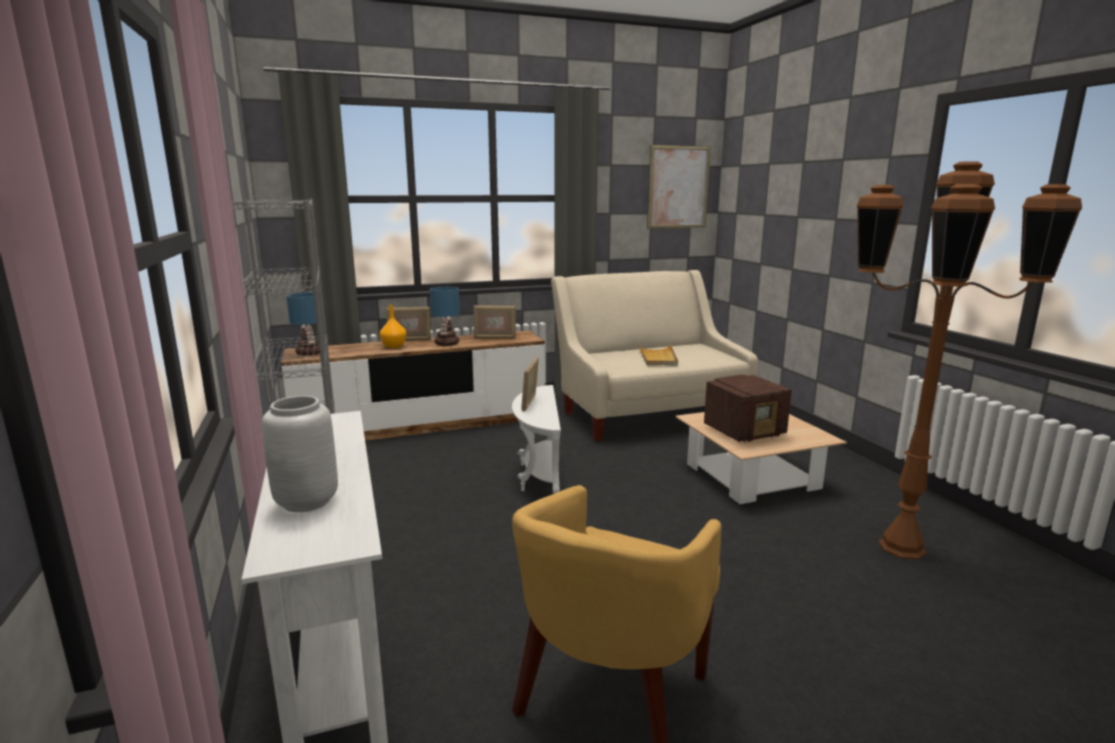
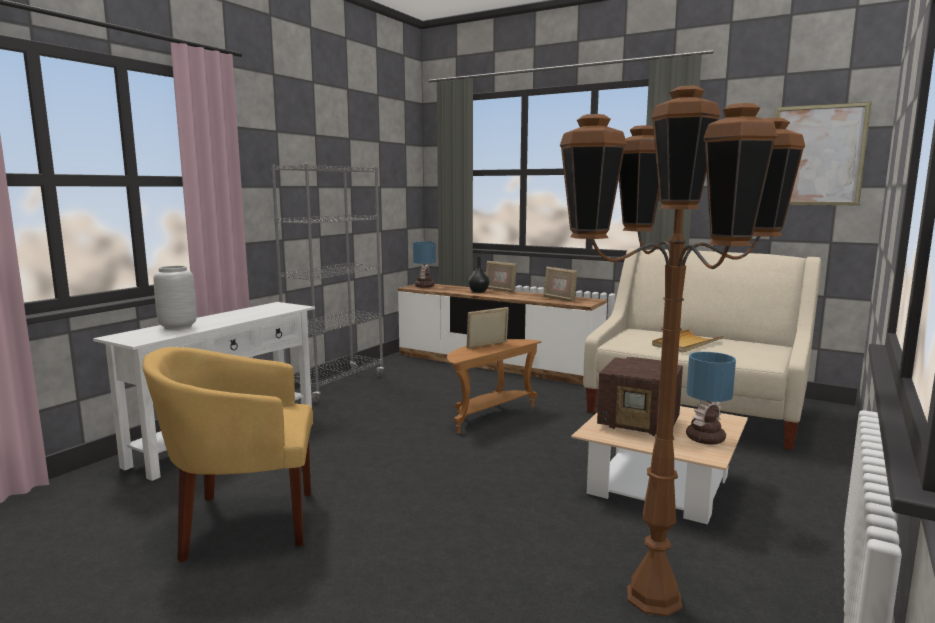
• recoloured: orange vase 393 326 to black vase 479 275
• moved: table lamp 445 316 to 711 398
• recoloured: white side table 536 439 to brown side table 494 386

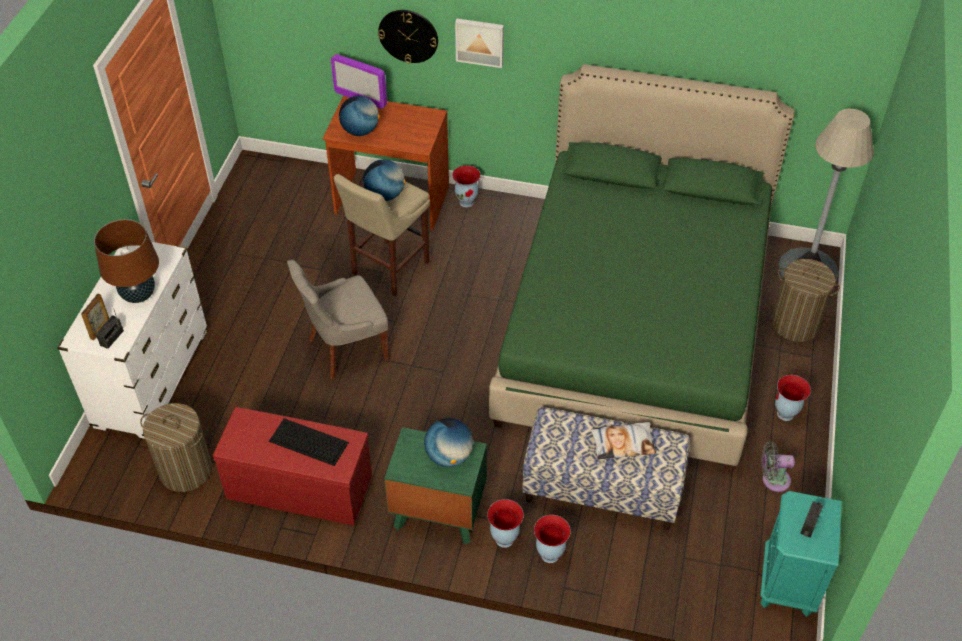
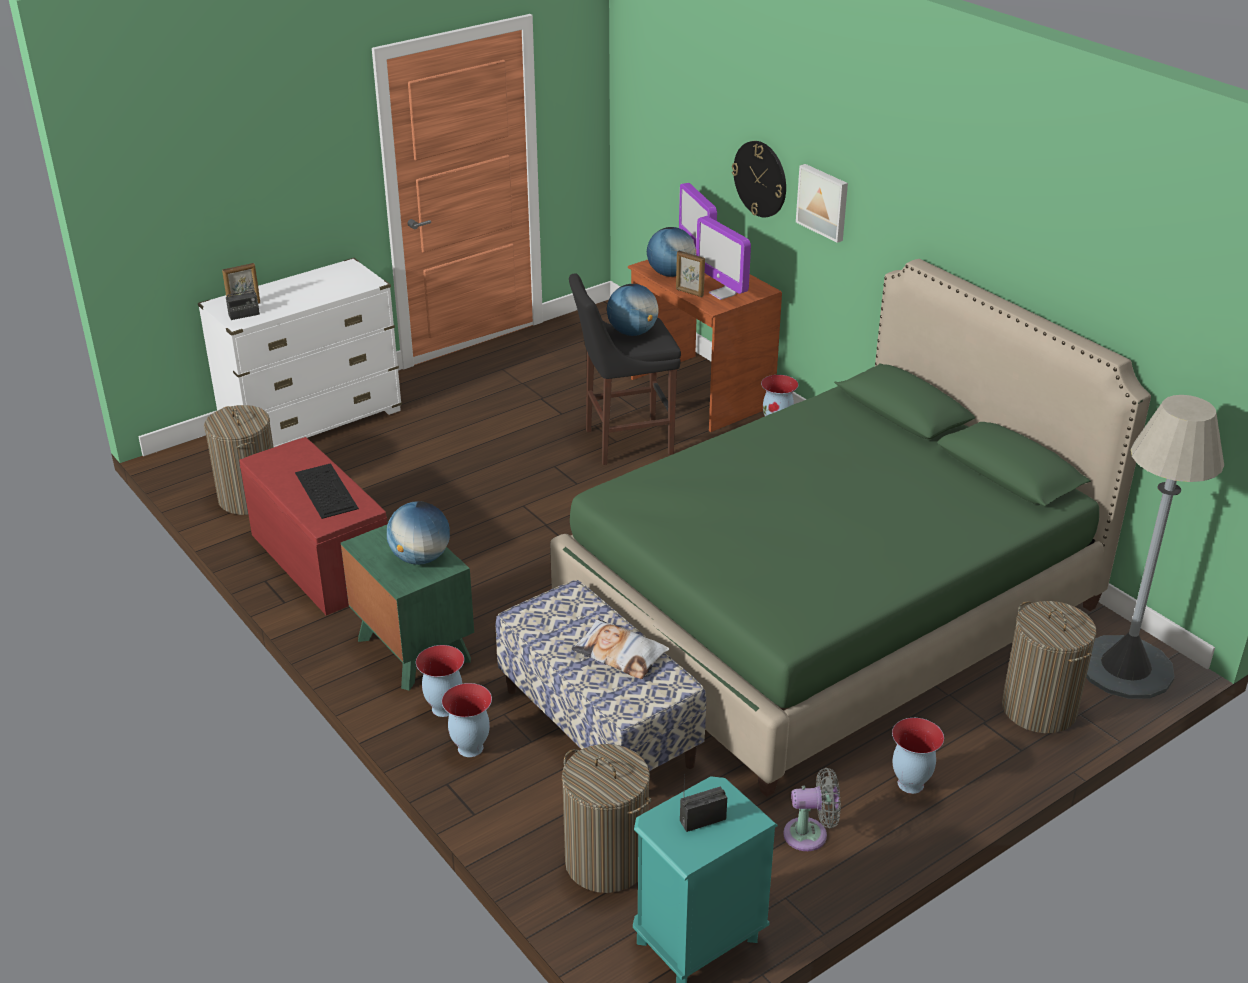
• removed: brown table lamp 126 261
• removed: grey chair 338 319
• recoloured: beige stool 382 235 to black stool 625 369
• turned: grey fan 778 467 = 811 809 135 degrees clockwise
• added: laundry basket 606 818
• added: picture frame 690 274
• added: monitor 723 258

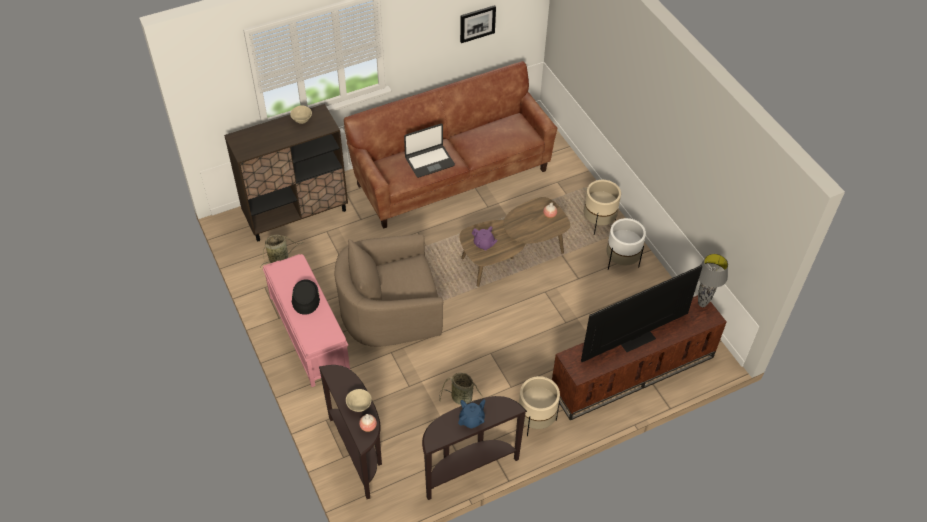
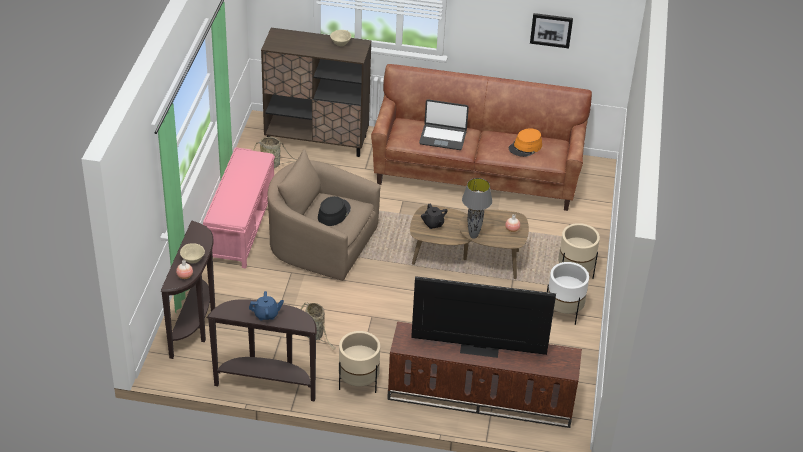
• moved: black hat 306 297 to 334 211
• recoloured: purple teapot 485 238 to black teapot 434 216
• moved: grey table lamp 713 280 to 477 208
• added: orange hat 525 142

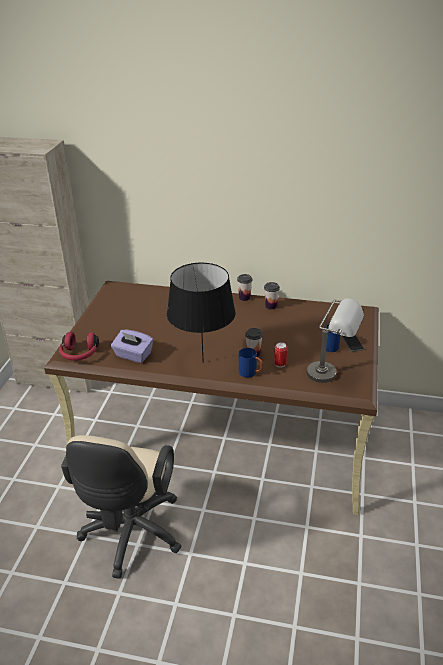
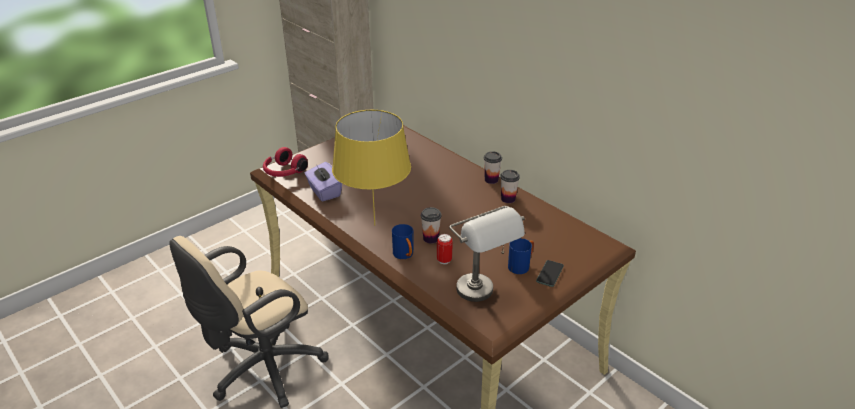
• recoloured: black table lamp 201 313 to yellow table lamp 371 167

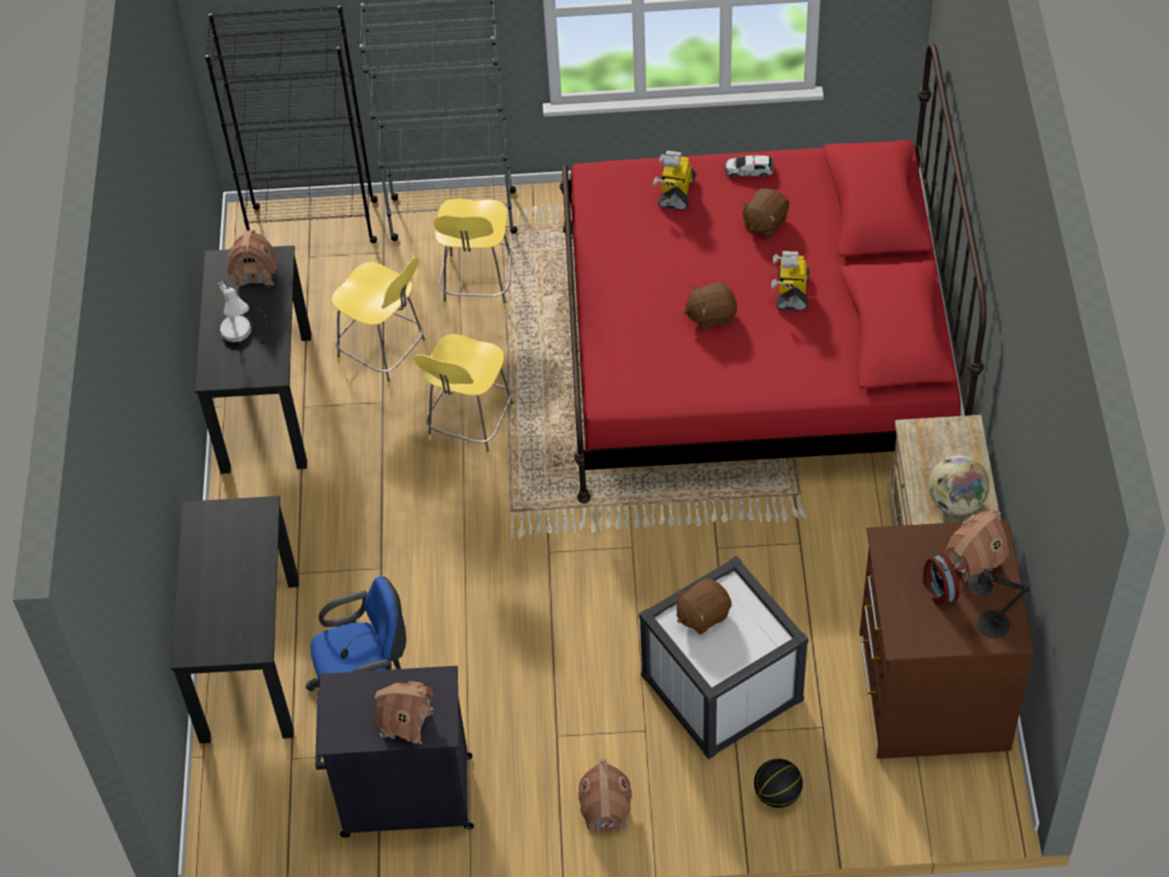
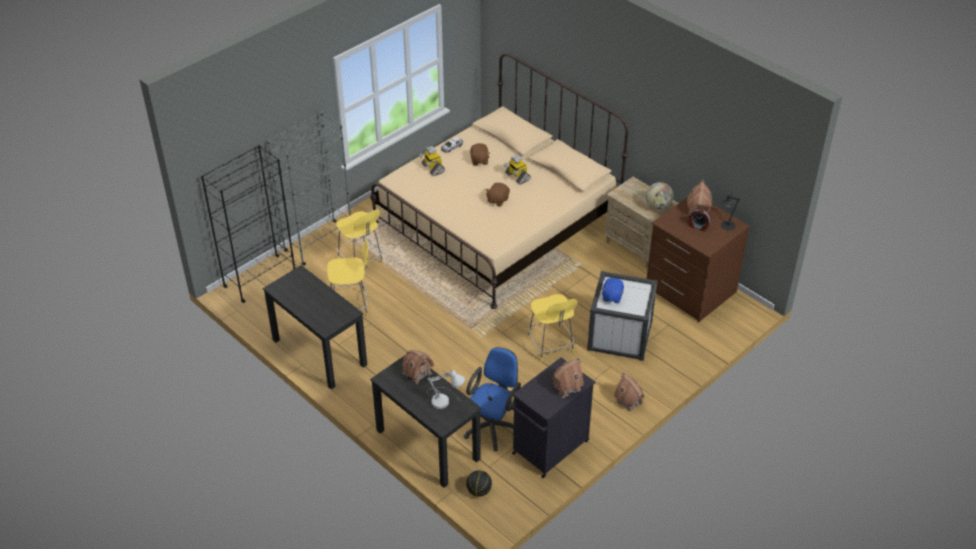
• moved: white table lamp 242 313 to 446 389
• moved: toy house 252 259 to 418 367
• moved: yellow stool 464 396 to 552 328
• recoloured: red bed 773 273 to beige bed 499 181
• recoloured: brown plush toy 704 606 to blue plush toy 613 290
• moved: basketball 778 783 to 479 483

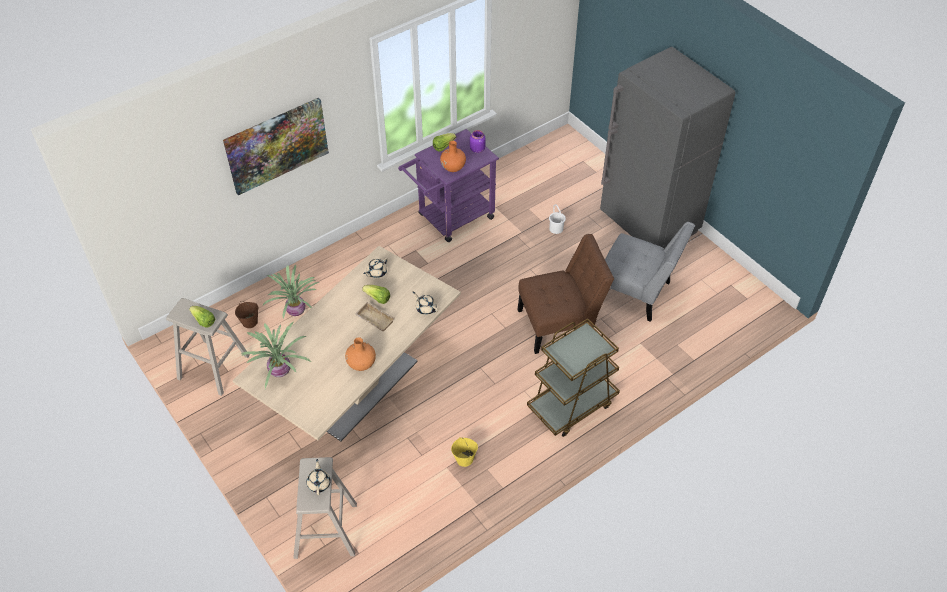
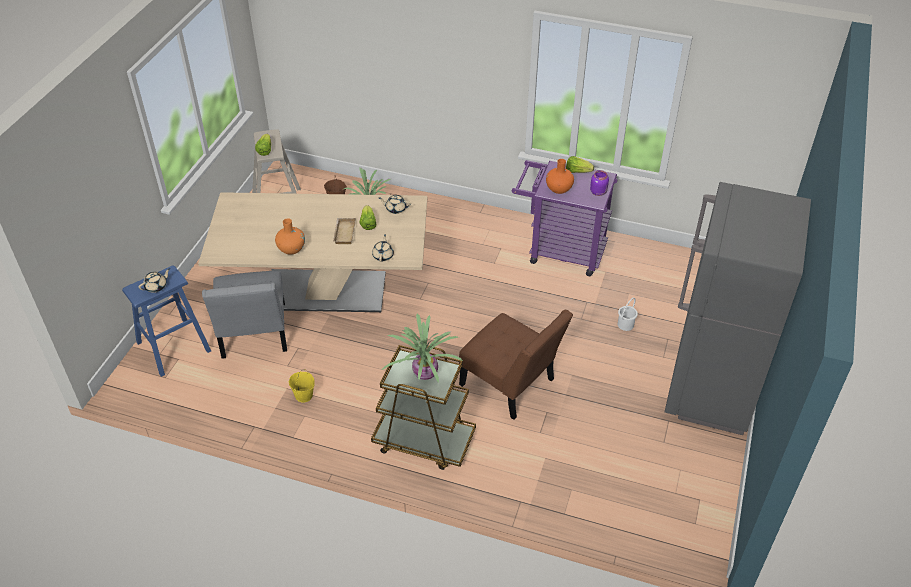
• removed: picture 276 146
• moved: potted plant 276 355 to 422 348
• recoloured: beige stool 325 508 to blue stool 166 321
• moved: grey chair 650 272 to 244 315

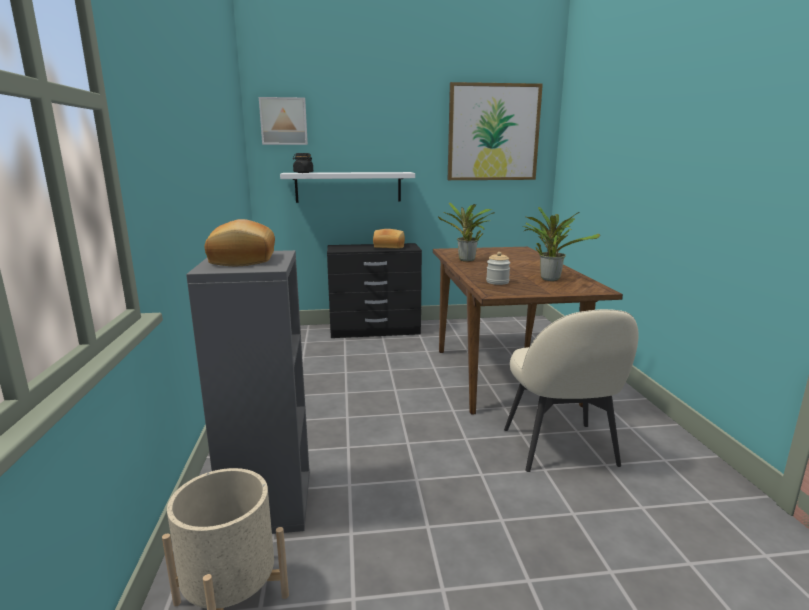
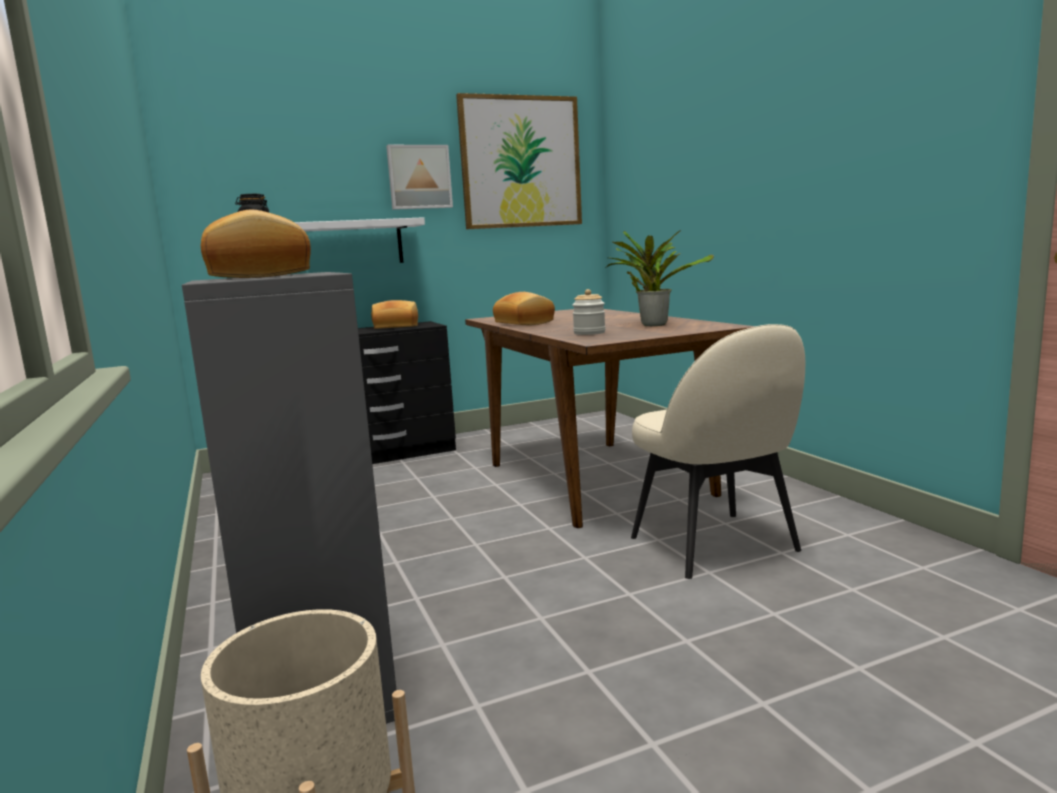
• moved: picture 283 121 to 419 177
• replaced: potted plant 466 232 to bread 524 308

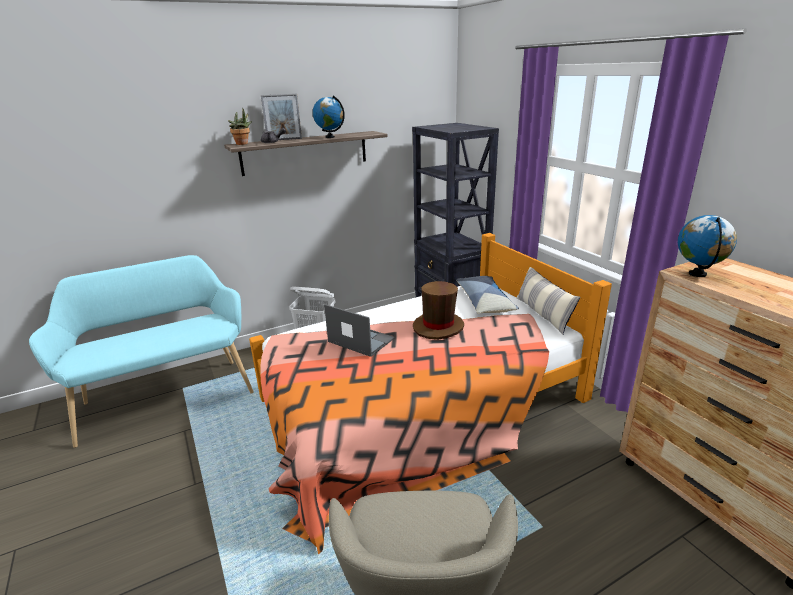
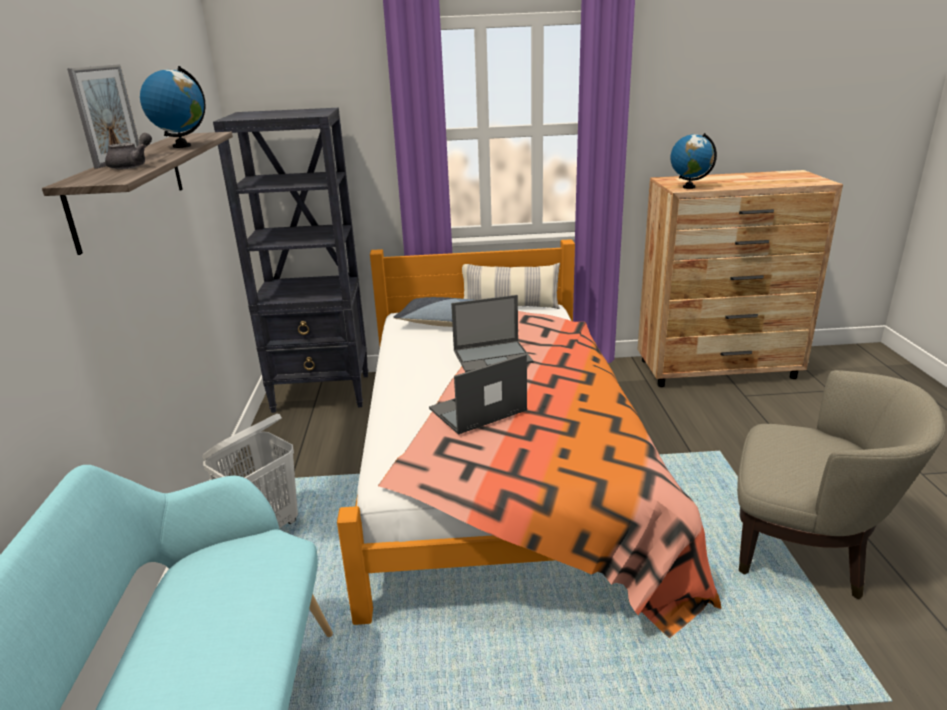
• removed: potted plant 240 126
• replaced: brown hat 438 310 to laptop 492 333

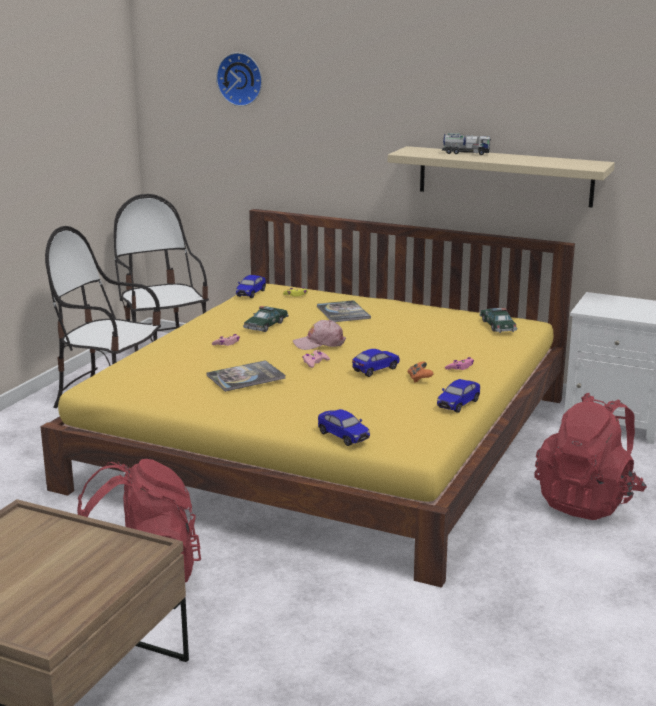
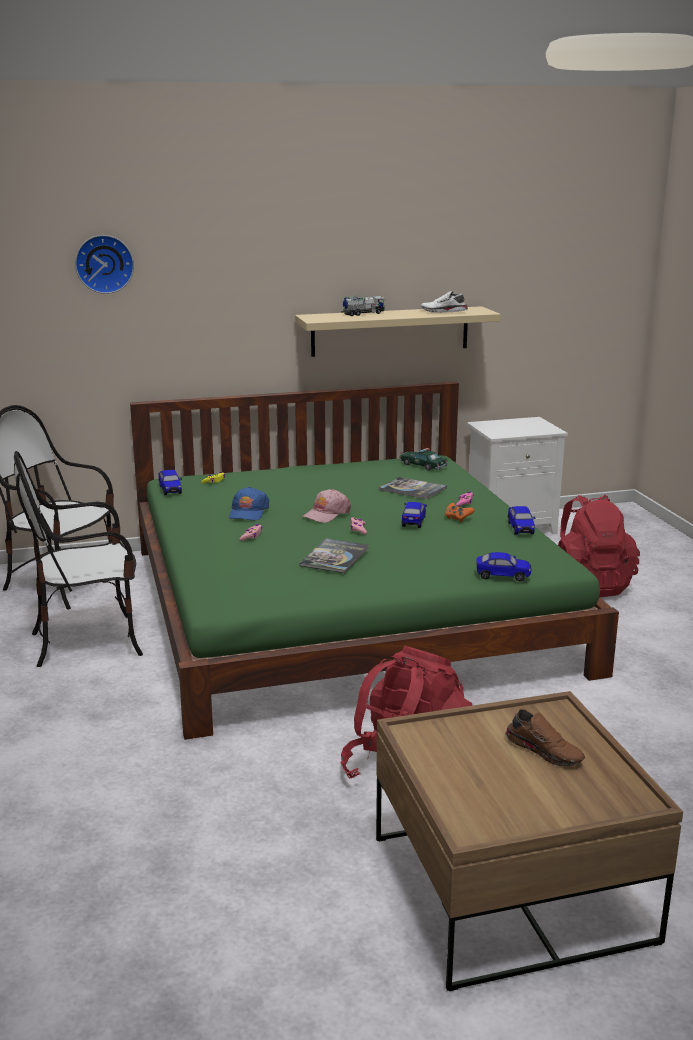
• recoloured: yellow bed 307 398 to green bed 374 561
• replaced: toy car 266 319 to blue cap 249 503
• moved: book 344 311 to 413 488
• added: white shoe 444 302
• added: brown shoe 545 738

